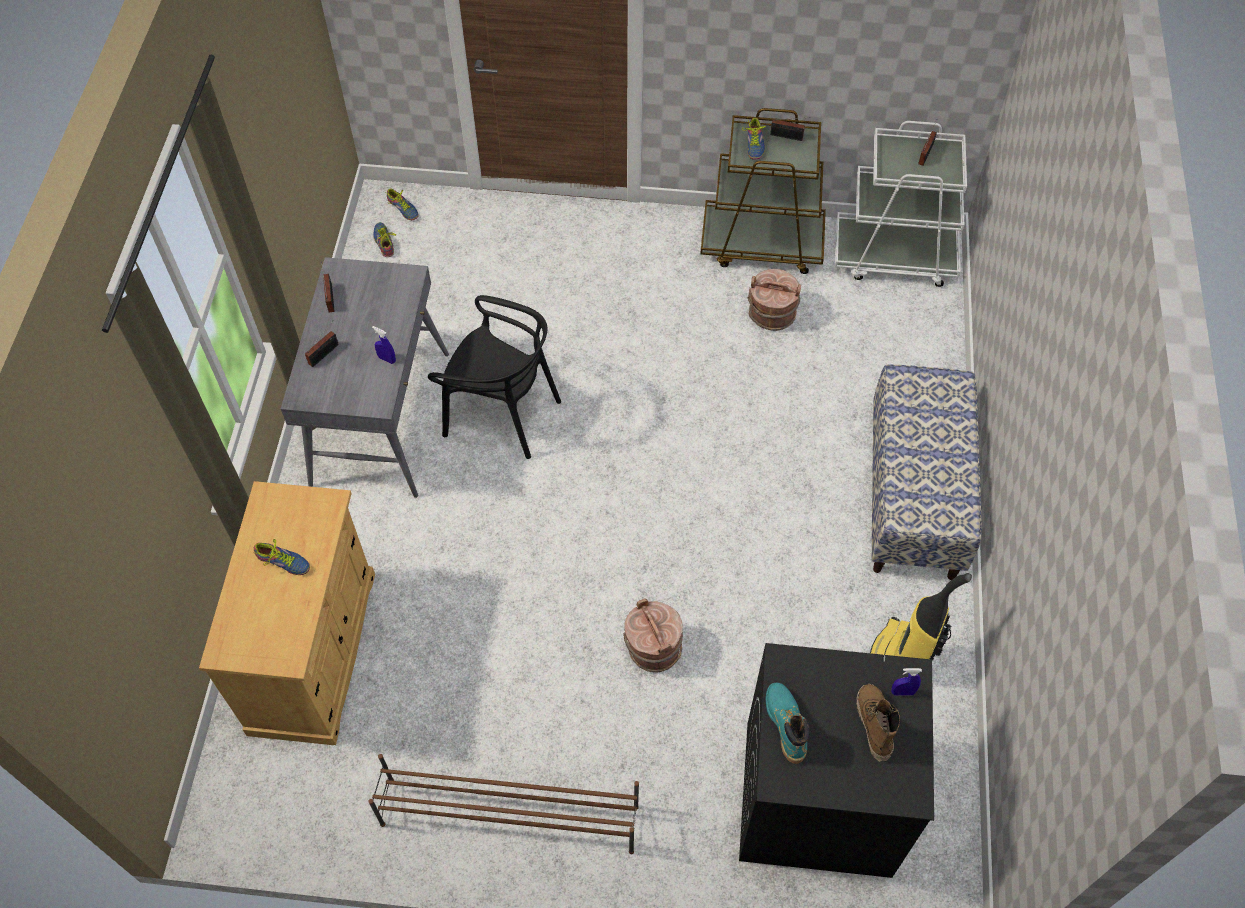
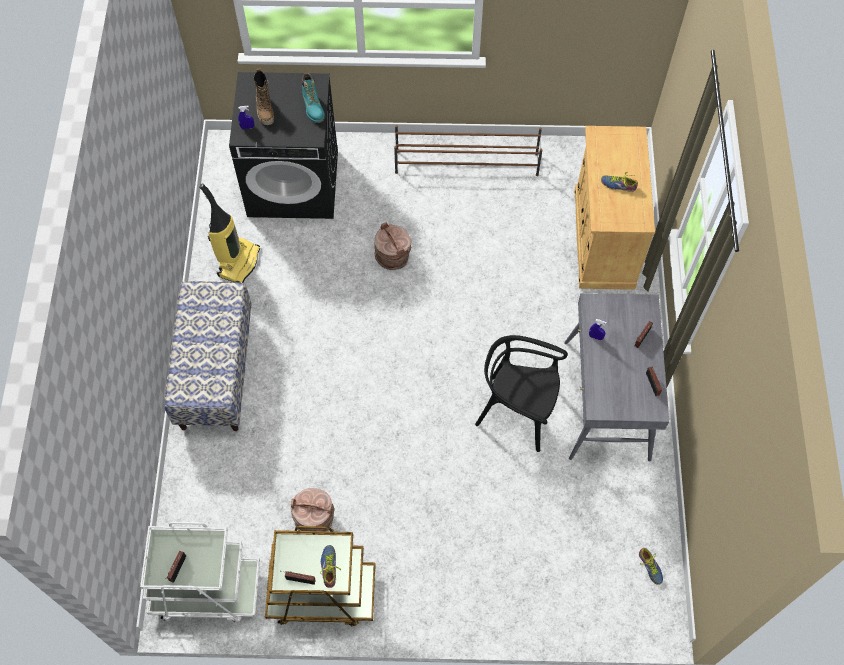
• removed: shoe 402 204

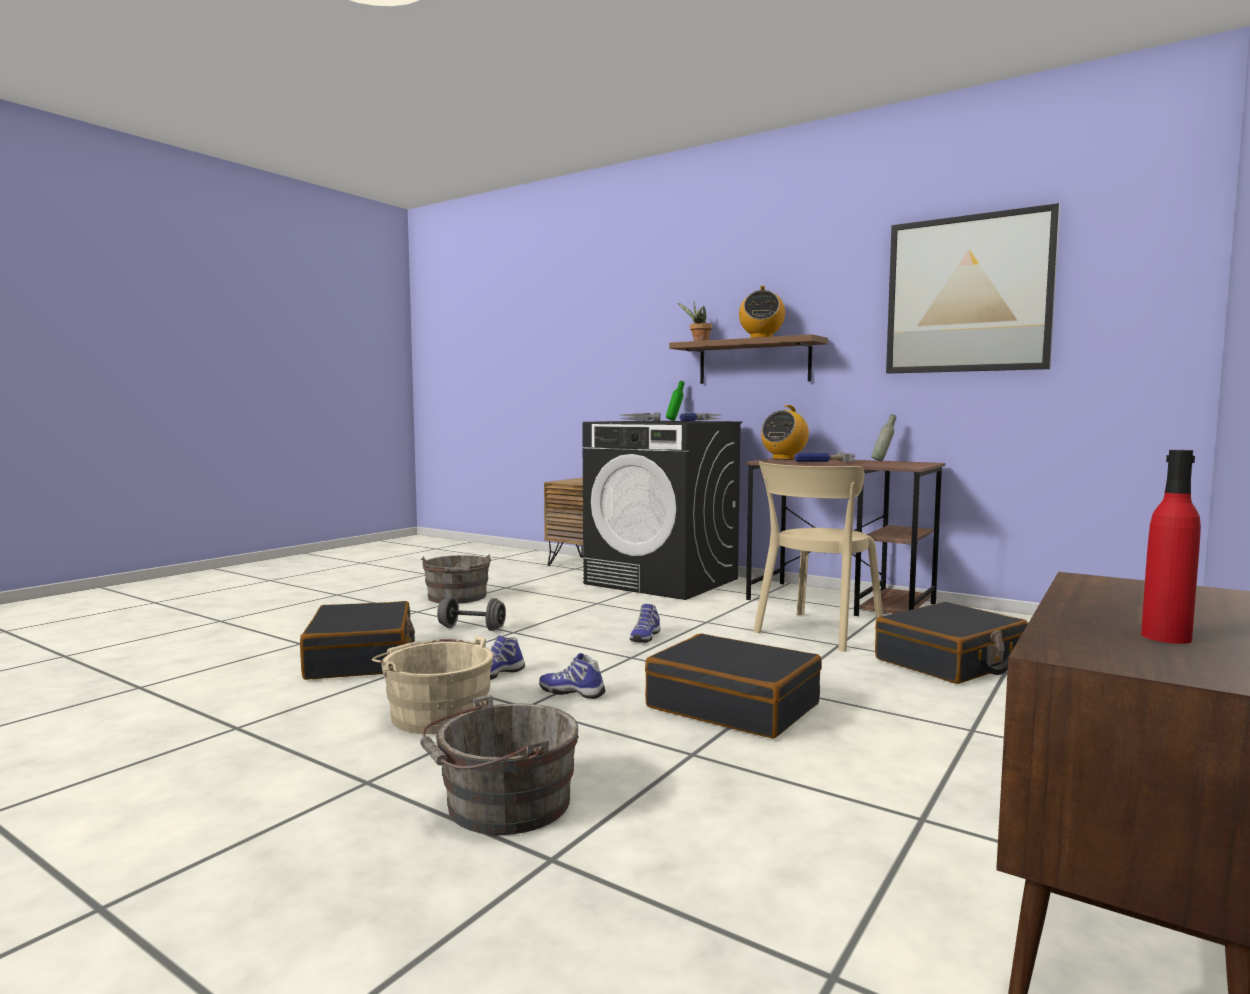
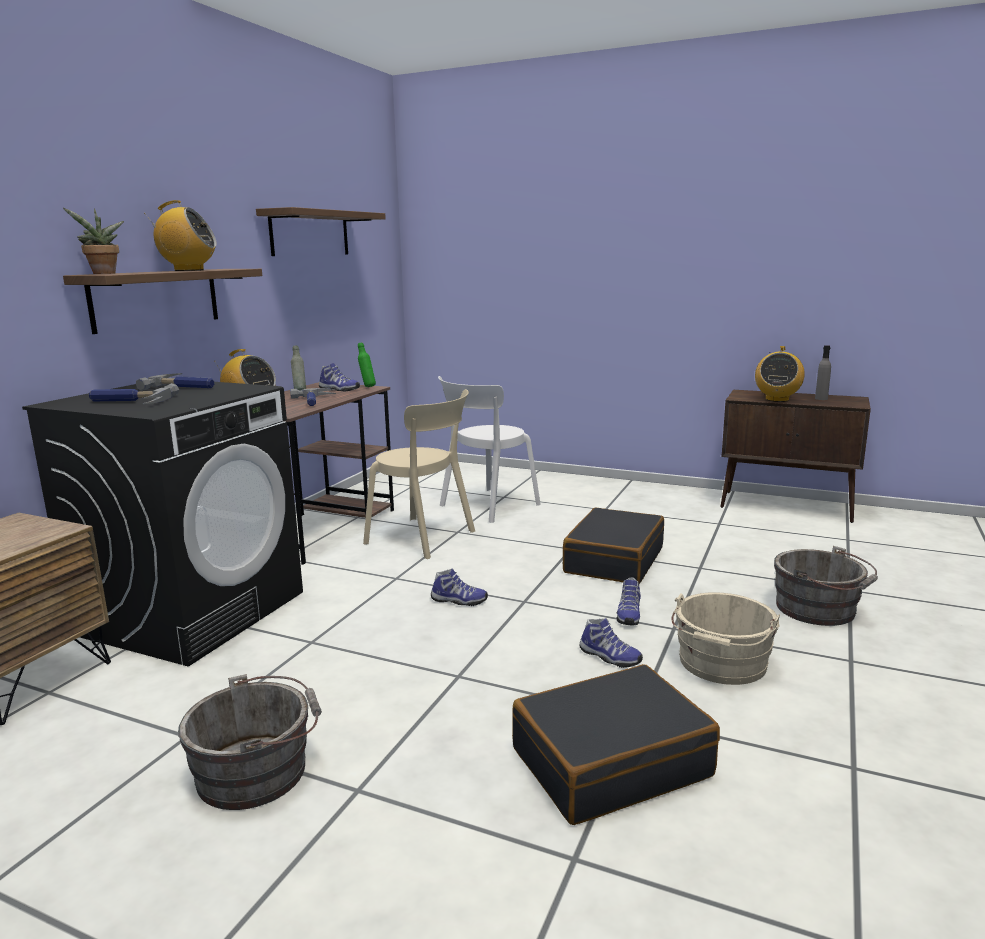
• removed: grey dumbbell 471 613
• moved: green bottle 675 401 to 367 364
• replaced: black suitcase 951 643 to white chair 489 449
• replaced: picture 973 288 to shelf 321 231
• recoloured: red bottle 1171 547 to grey bottle 823 372
• added: shoe 339 377
• added: radio 780 374

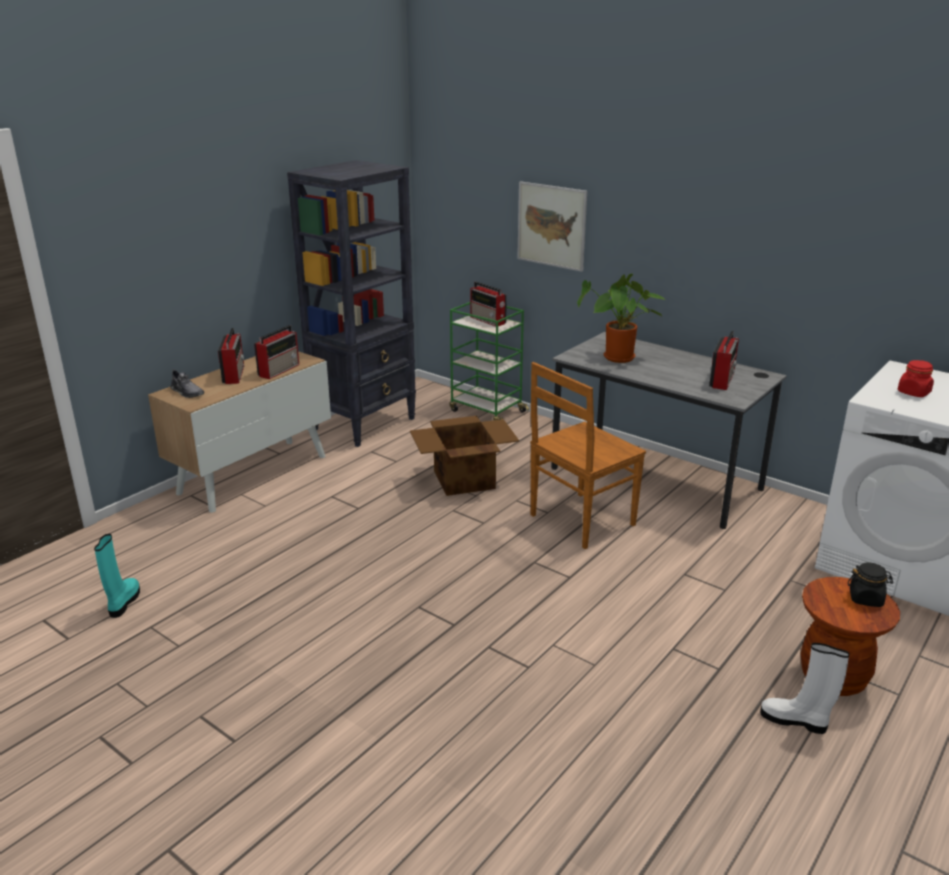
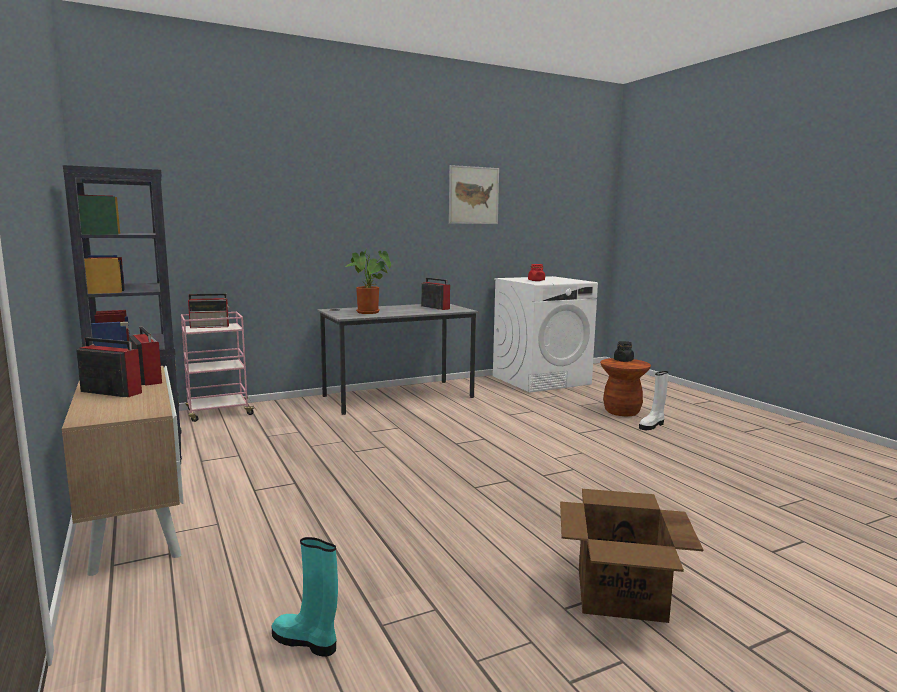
• removed: grey shoe 187 383
• moved: cardboard box 464 456 to 631 556
• recoloured: green cart 489 361 to pink cart 219 367
• moved: picture 552 226 to 474 194
• removed: brown chair 588 455

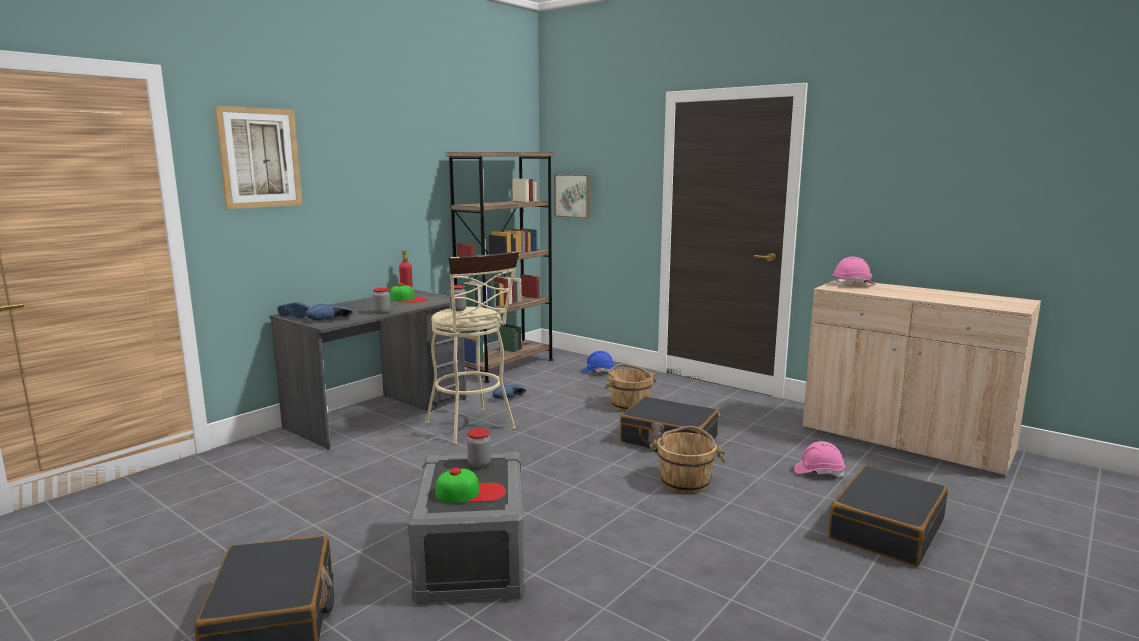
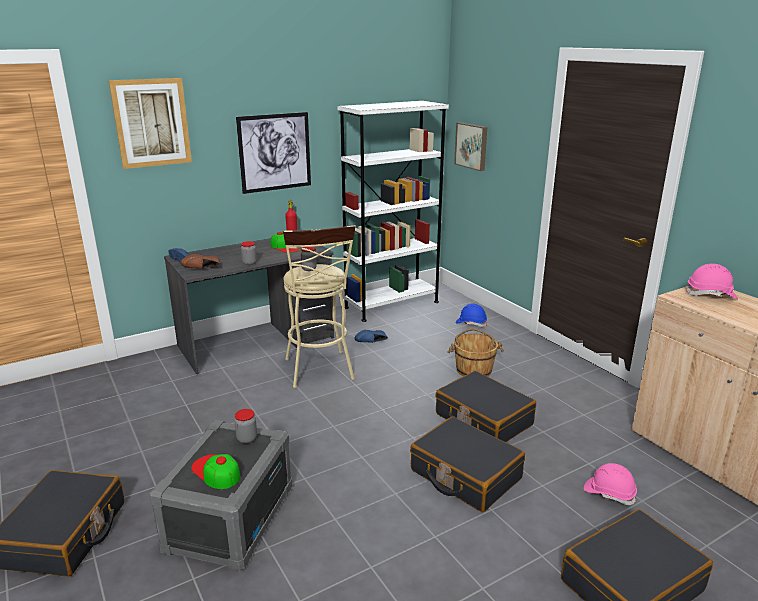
• recoloured: blue shoe 329 312 to brown shoe 200 261
• turned: cap 470 485 = 215 471 150 degrees counterclockwise
• recoloured: brown bookcase 500 267 to white bookcase 393 211
• replaced: brown bucket 687 460 to black suitcase 467 464
• added: picture 273 153

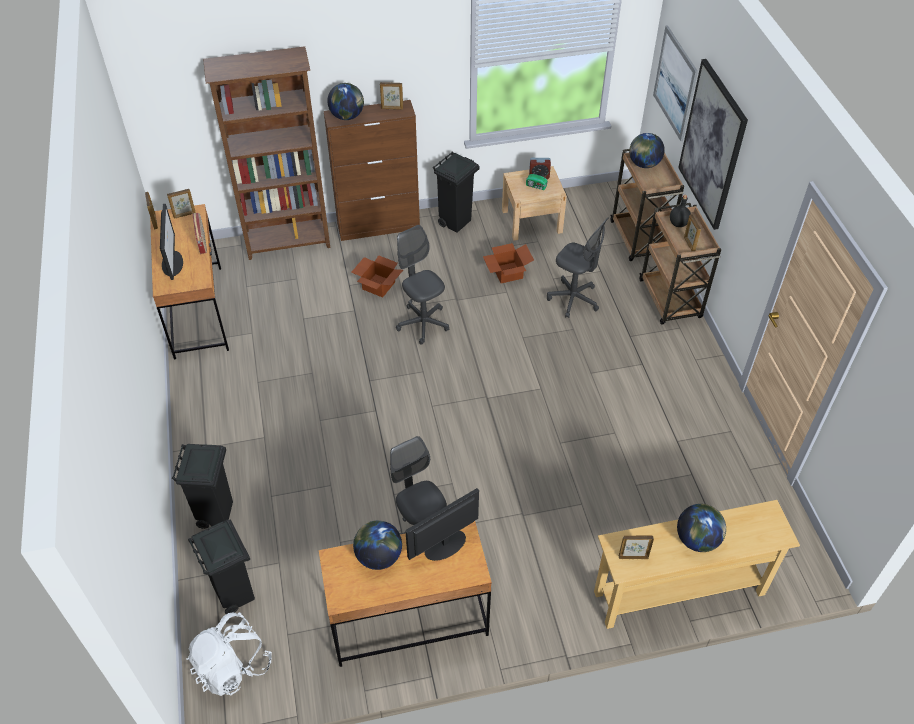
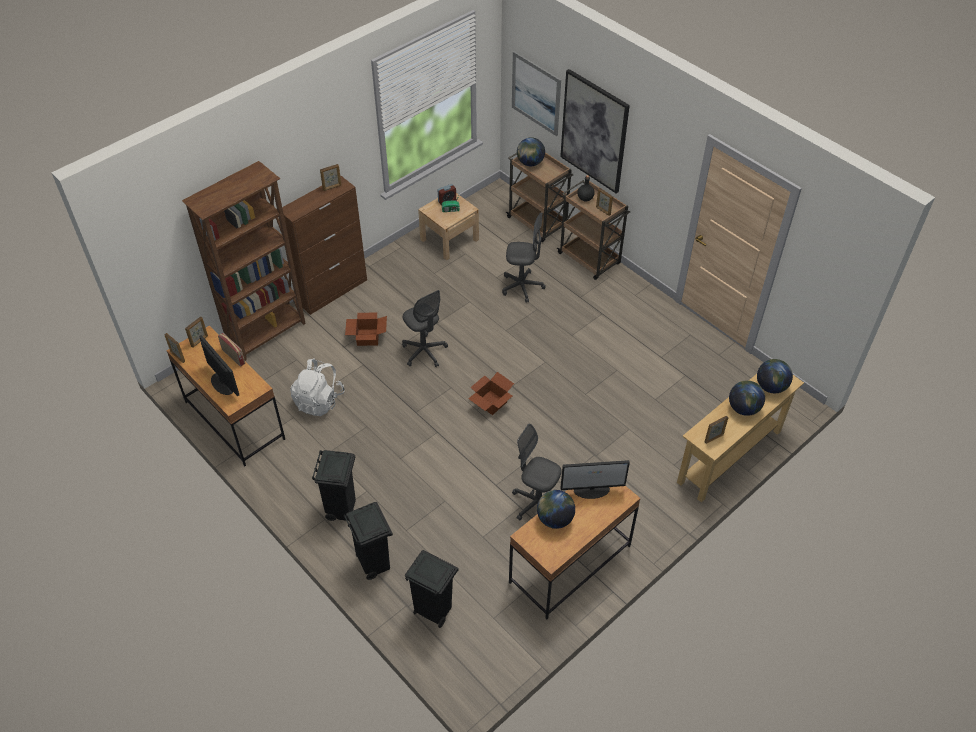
• moved: white backpack 229 654 to 317 387
• moved: globe 345 101 to 775 376
• turned: grey office chair 422 285 = 425 328 150 degrees counterclockwise
• turned: monitor 442 524 = 595 479 120 degrees counterclockwise
• moved: black trash can 456 192 to 334 485
• moved: cardboard box 508 263 to 491 393

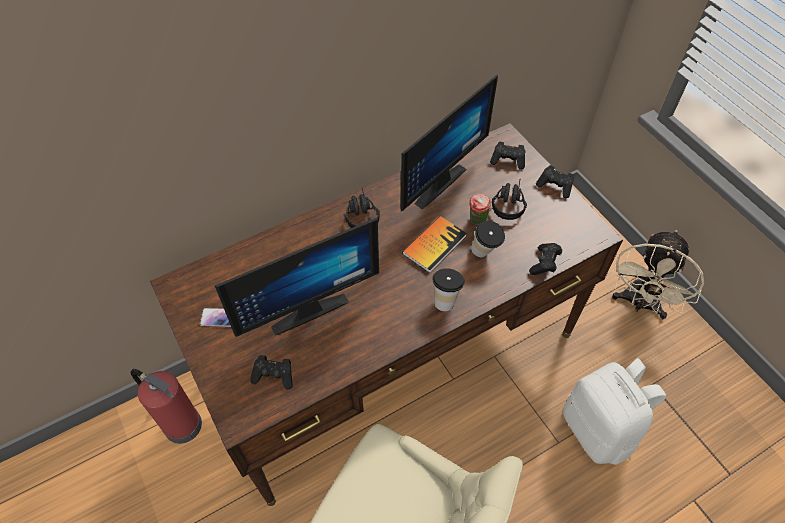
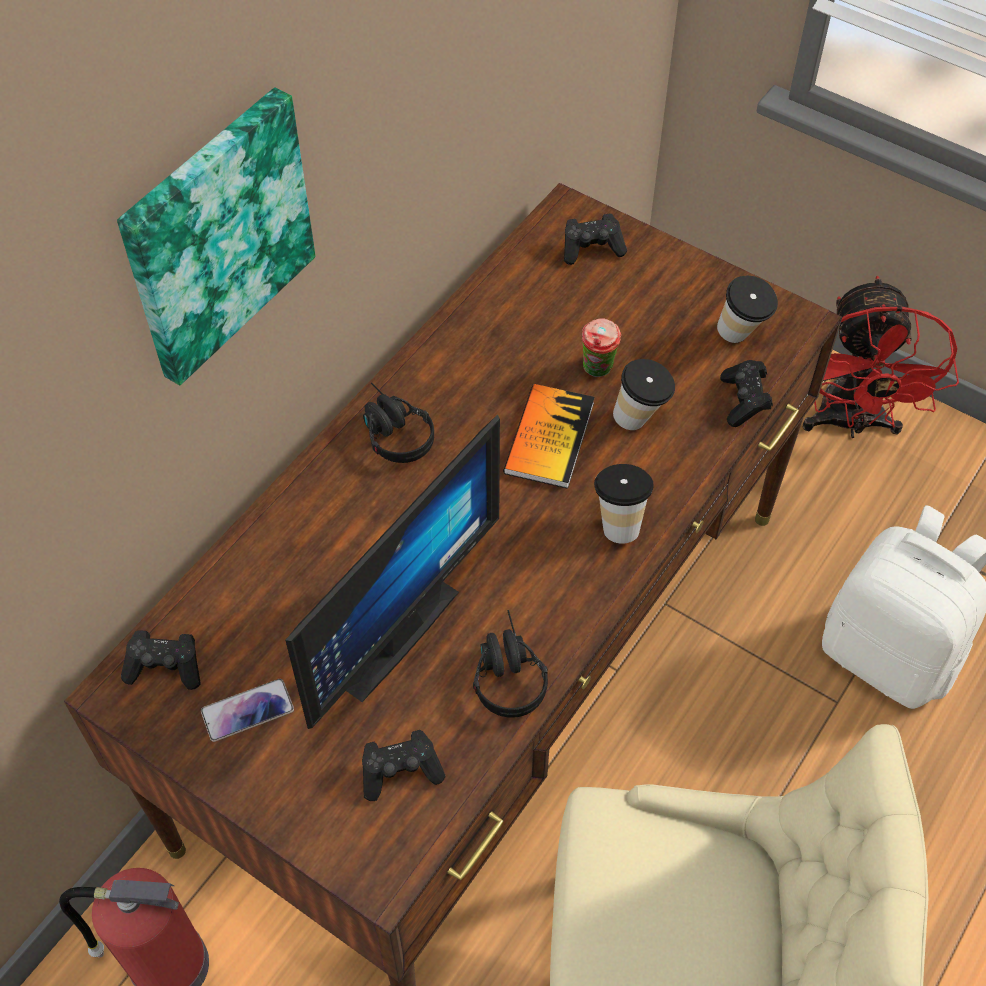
• removed: monitor 449 143
• moved: black headphones 509 200 to 510 664
• moved: black game controller 555 181 to 161 660
• recoloured: beige fan 658 274 to red fan 881 357
• added: picture 216 236
• added: cup 747 309

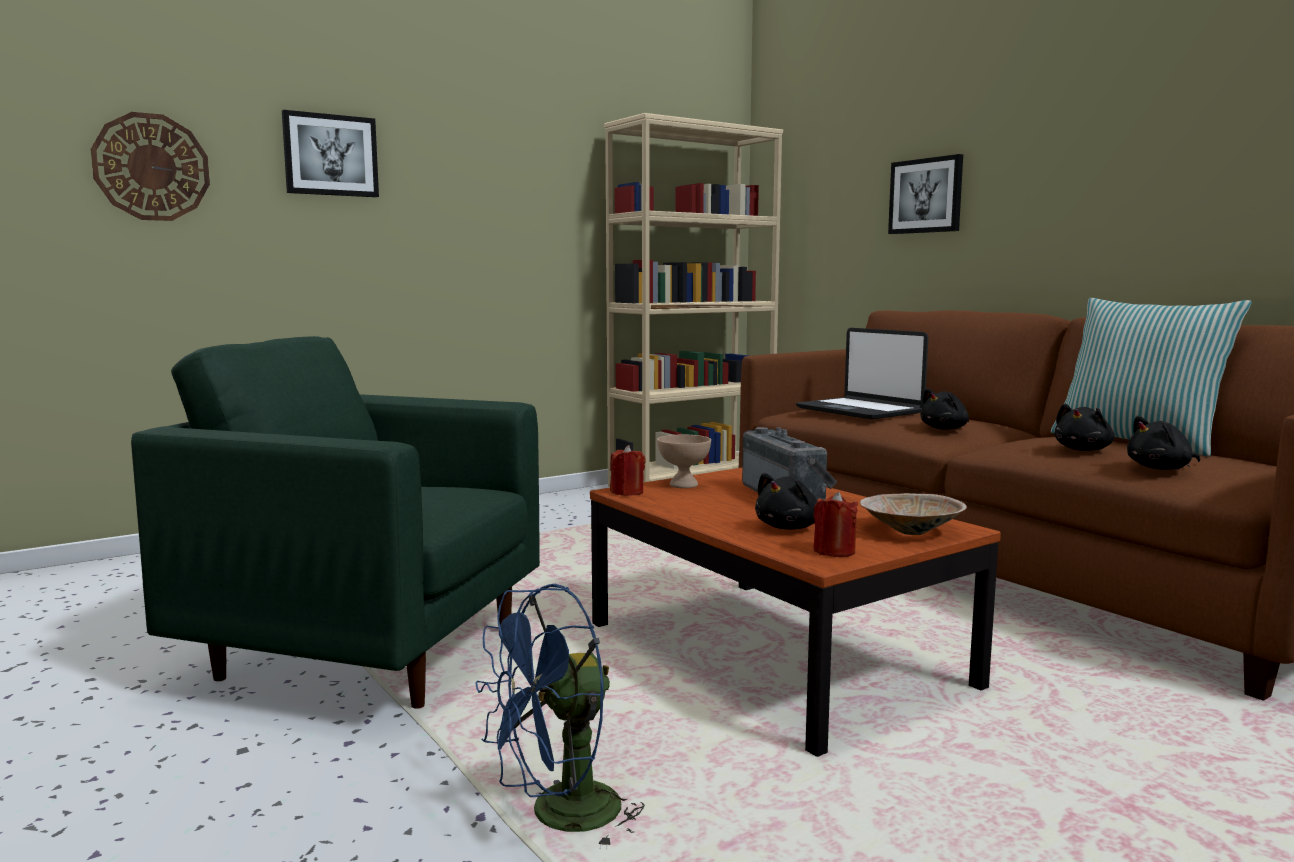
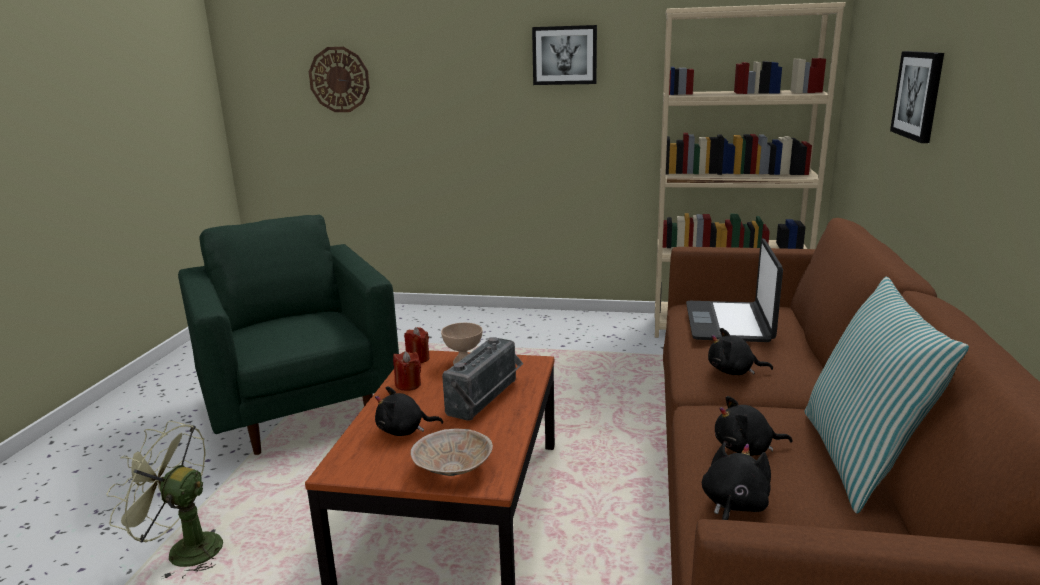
• moved: picture 330 153 to 564 55
• recoloured: blue fan 560 716 to green fan 164 500
• moved: red candle 835 524 to 407 371
• turned: black plush toy 1163 443 = 736 481 90 degrees clockwise

